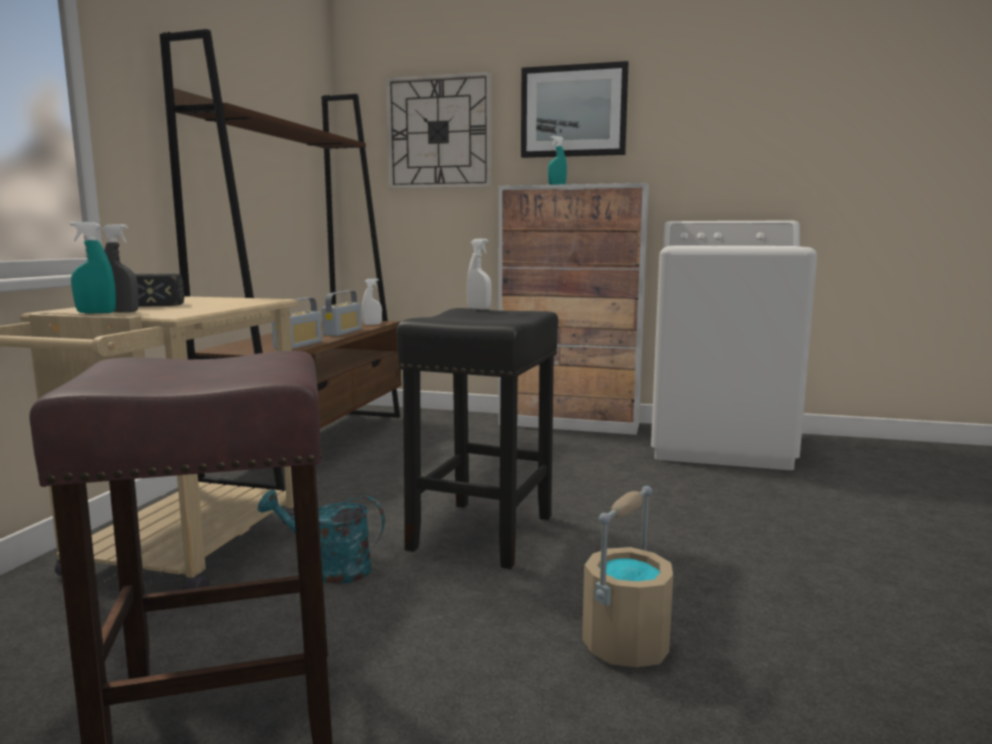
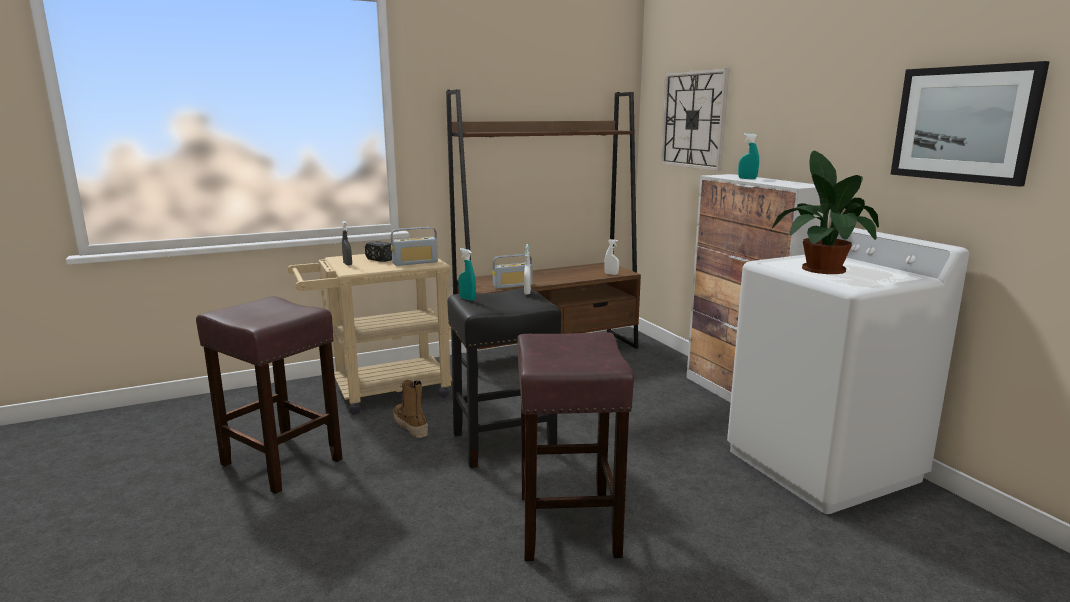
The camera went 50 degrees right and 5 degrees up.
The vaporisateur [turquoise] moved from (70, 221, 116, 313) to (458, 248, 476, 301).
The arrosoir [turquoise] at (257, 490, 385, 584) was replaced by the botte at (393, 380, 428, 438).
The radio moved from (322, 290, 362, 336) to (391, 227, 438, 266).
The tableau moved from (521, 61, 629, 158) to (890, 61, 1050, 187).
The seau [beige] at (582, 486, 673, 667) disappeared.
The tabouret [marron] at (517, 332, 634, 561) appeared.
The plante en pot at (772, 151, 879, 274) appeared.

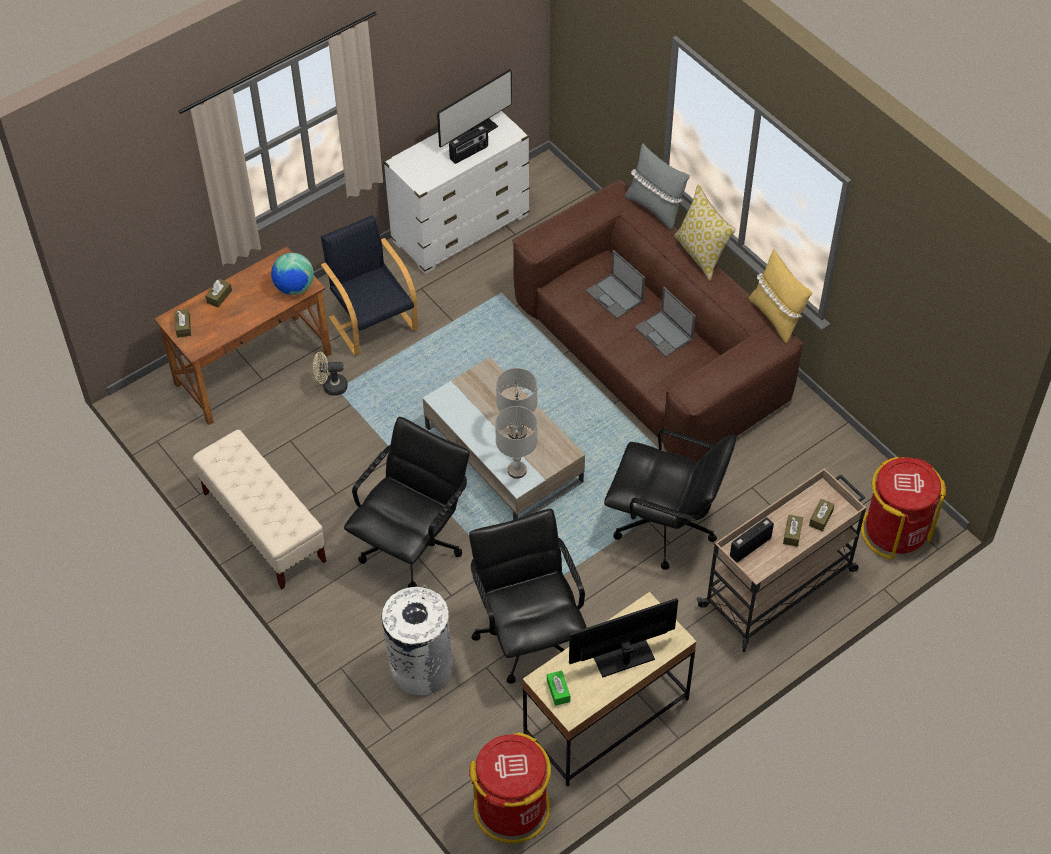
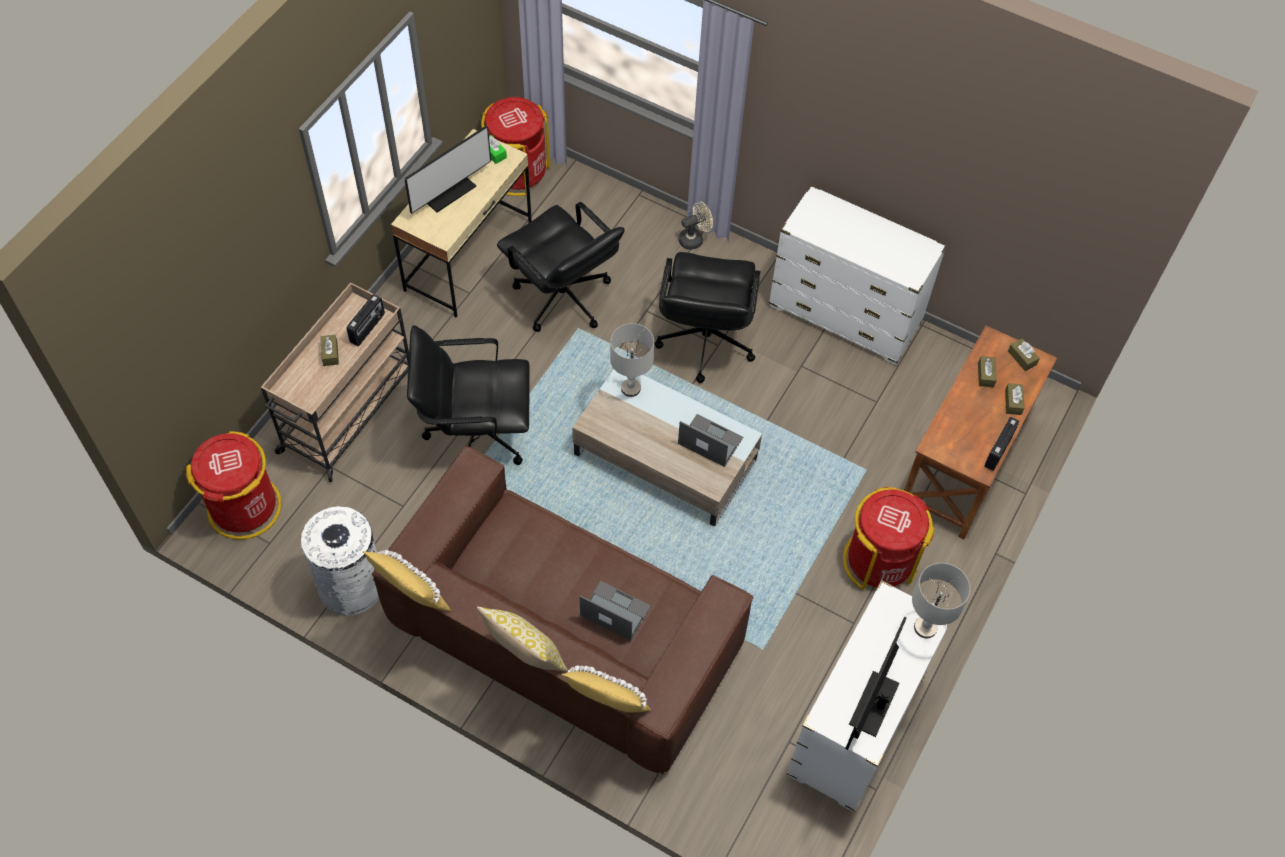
The camera went 155 degrees right and 5 degrees up.
The banc [beige] at (193, 430, 326, 589) was replaced by the commode [blanc] at (769, 185, 947, 365).
The globe at (271, 253, 314, 295) disappeared.
The ventilateur [beige] moved from (313, 352, 348, 396) to (678, 201, 713, 250).
The fauteuil [noir] at (321, 215, 418, 356) was replaced by the poubelle [rouge] at (843, 487, 935, 589).
The poubelle [blanc] moved from (382, 585, 454, 695) to (301, 506, 379, 616).
The radio moved from (449, 125, 488, 164) to (984, 417, 1020, 471).
The lampe de table [gris] moved from (496, 368, 537, 439) to (912, 563, 971, 638).
The coussin [gris] at (625, 143, 690, 230) became the coussin [jaune] at (561, 665, 651, 713).
The ordinateur portable moved from (635, 287, 696, 357) to (678, 414, 743, 467).
The boîte à mouchoirs [marron] moved from (809, 499, 835, 531) to (978, 356, 997, 387).

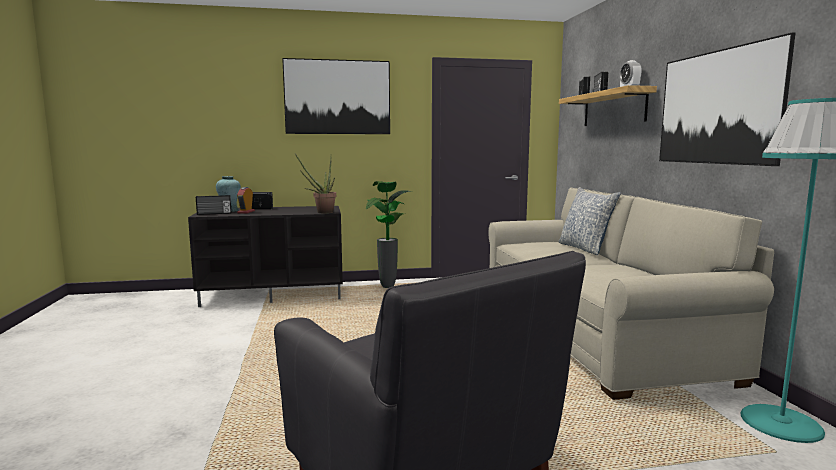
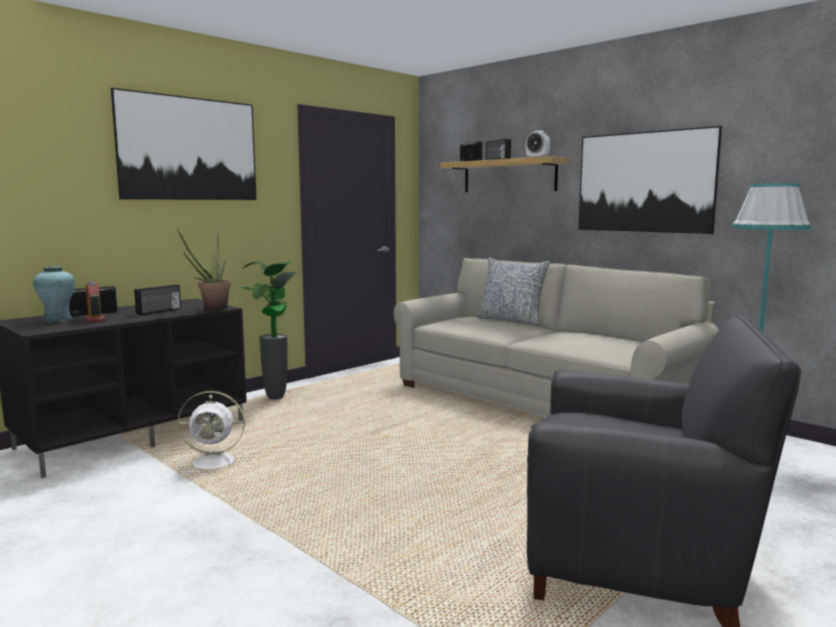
The camera went 35 degrees left and 0 degrees up.
The radio moved from (196, 195, 232, 215) to (134, 285, 181, 315).
The ventilateur [blanc] at (178, 391, 248, 474) appeared.

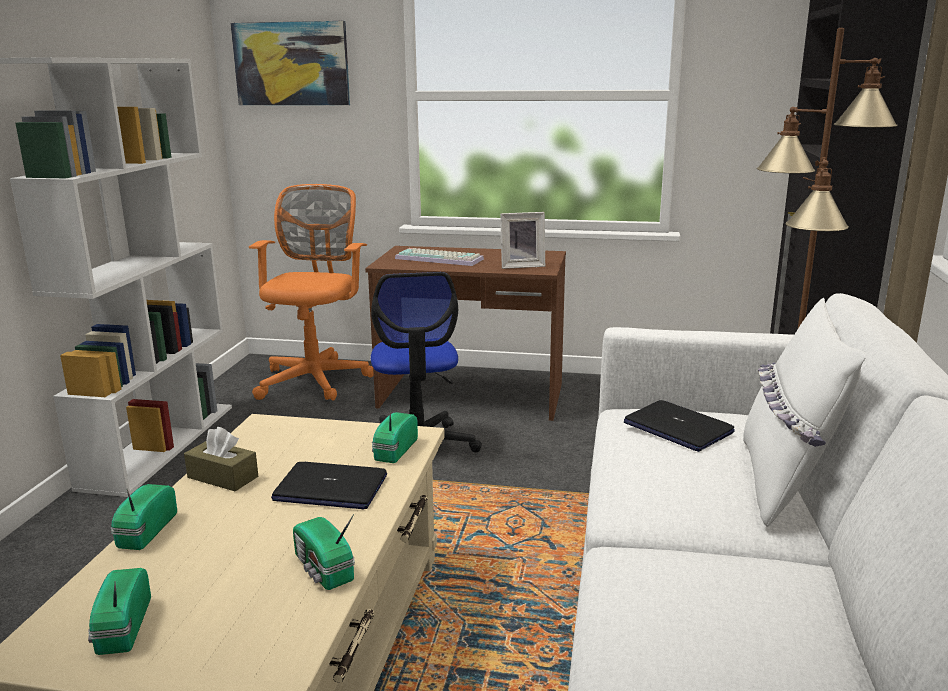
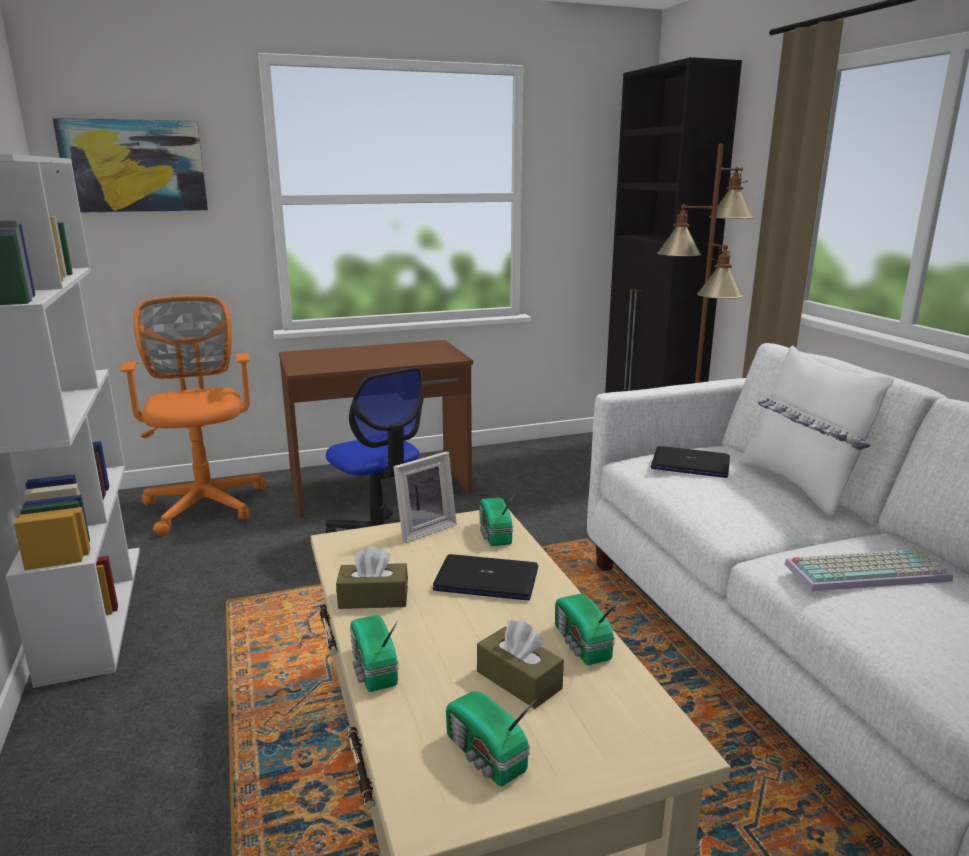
The camera went 30 degrees left and 0 degrees up.
The ordinateur portable at (271, 462, 387, 509) turned 150 degrees counterclockwise.
The radio at (293, 514, 355, 590) turned 45 degrees clockwise.
The clavier moved from (395, 248, 484, 266) to (785, 549, 953, 591).
The cadre photo moved from (500, 212, 545, 269) to (393, 451, 457, 543).
The boîte à mouchoirs [marron] at (477, 620, 564, 709) appeared.

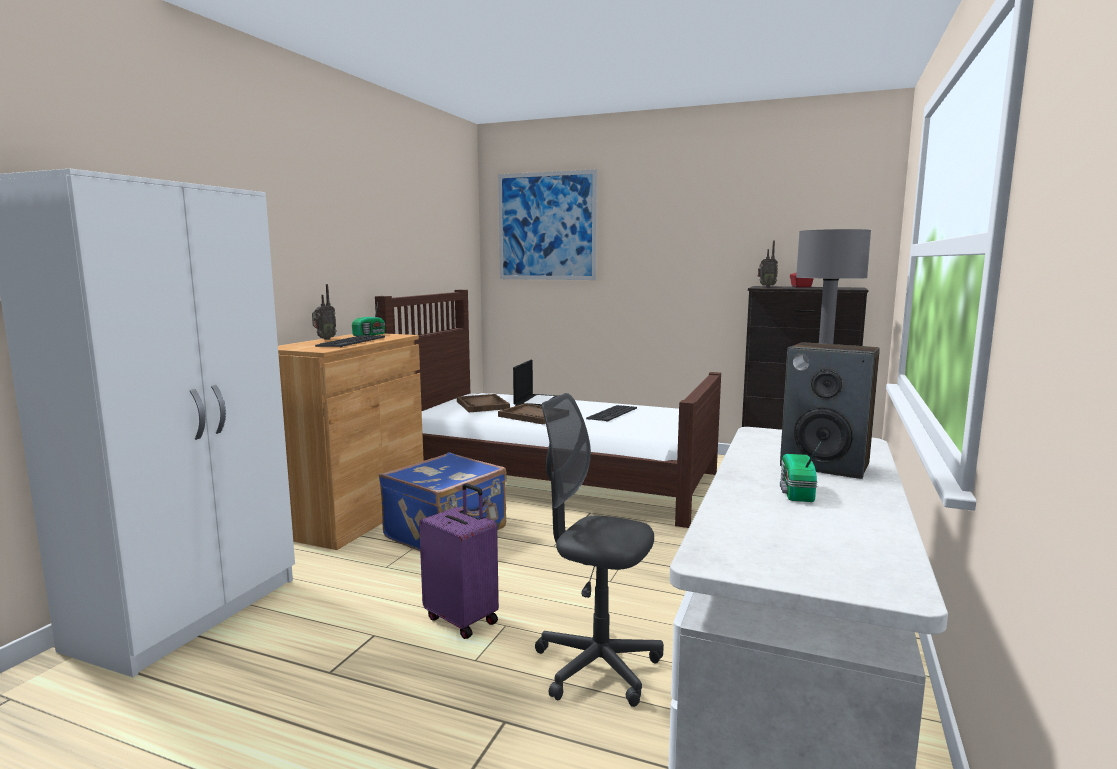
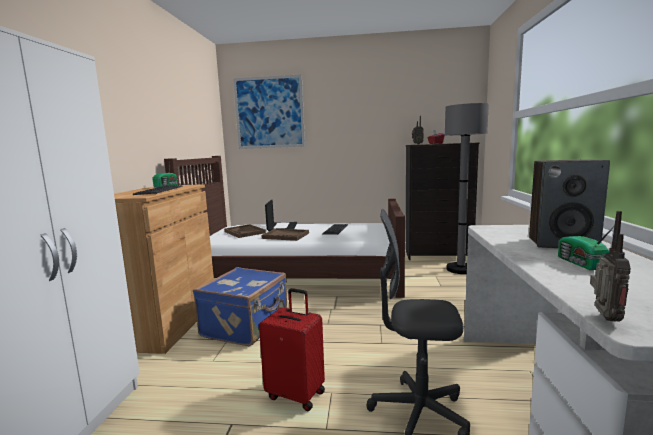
The camera went 15 degrees left and 0 degrees up.
The radio moved from (312, 284, 337, 340) to (590, 211, 631, 322).
The valise [violet] at (419, 483, 499, 639) became the valise [rouge] at (259, 288, 325, 411).

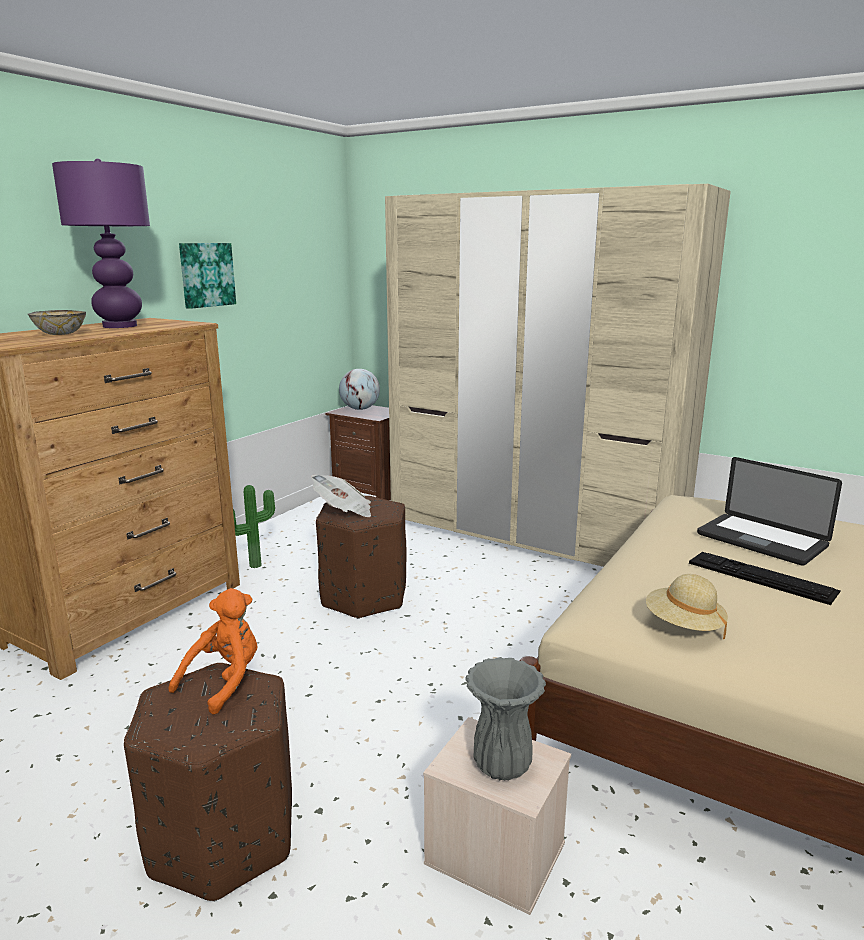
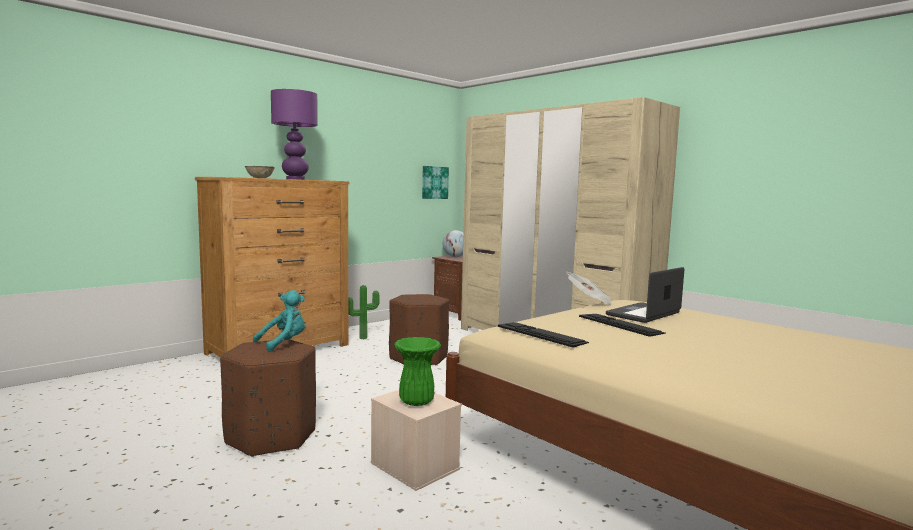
The camera went 15 degrees right and 10 degrees down.
The peluche [orange] at (168, 588, 257, 714) became the peluche [turquoise] at (253, 290, 305, 352).
The tableau moved from (179, 243, 236, 309) to (422, 166, 449, 199).
The journal moved from (311, 475, 371, 517) to (566, 272, 612, 305).
The vase [gris] at (465, 657, 546, 781) became the vase [vert] at (394, 337, 441, 406).
The chapeau [beige] at (646, 574, 728, 639) was replaced by the clavier at (498, 322, 589, 348).
The ordinateur portable at (697, 457, 842, 566) turned 75 degrees clockwise.

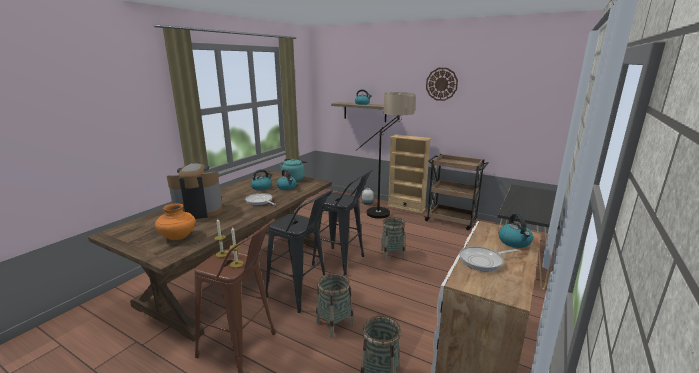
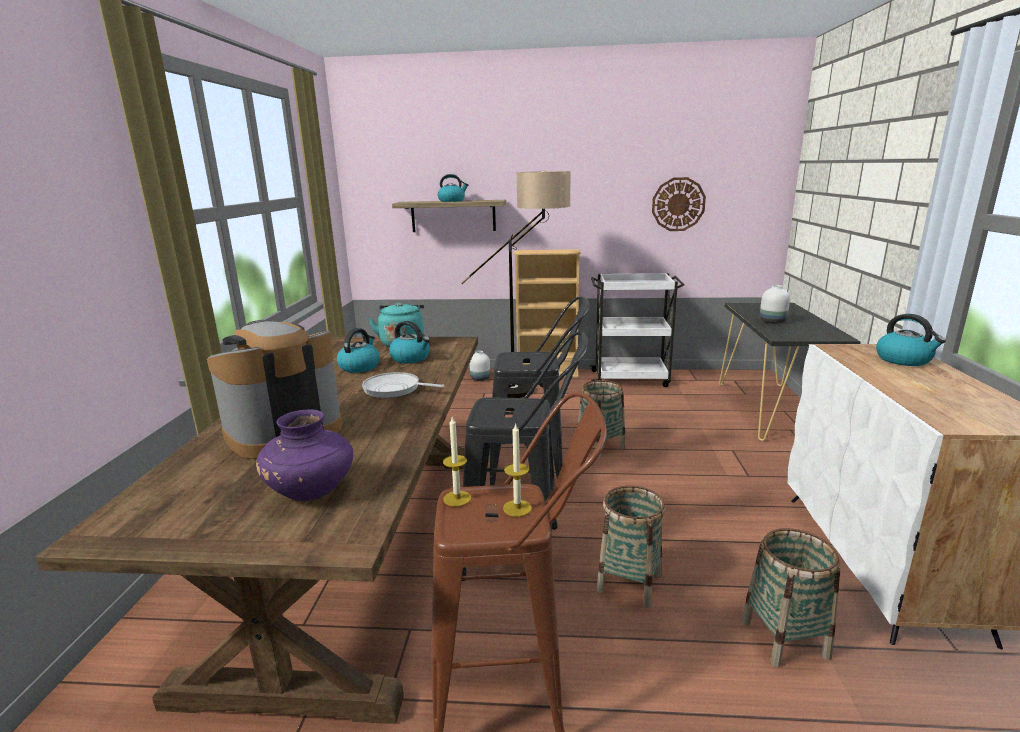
The camera went 25 degrees left and 0 degrees up.
The vase [orange] at (155, 204, 196, 240) became the vase [violet] at (256, 410, 353, 501).
The chariot [marron] at (424, 154, 489, 230) became the chariot [blanc] at (589, 273, 684, 387).
The horloge murale moved from (426, 68, 458, 101) to (652, 177, 706, 231).
The poêle at (459, 246, 519, 271) disappeared.
The vase [blanc] at (760, 285, 790, 324) appeared.

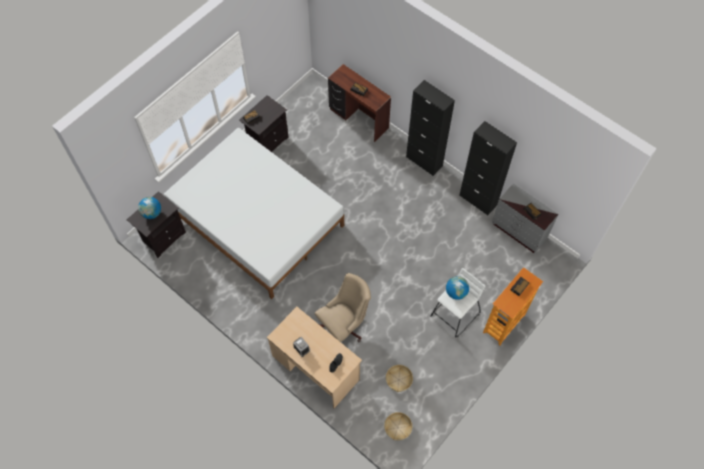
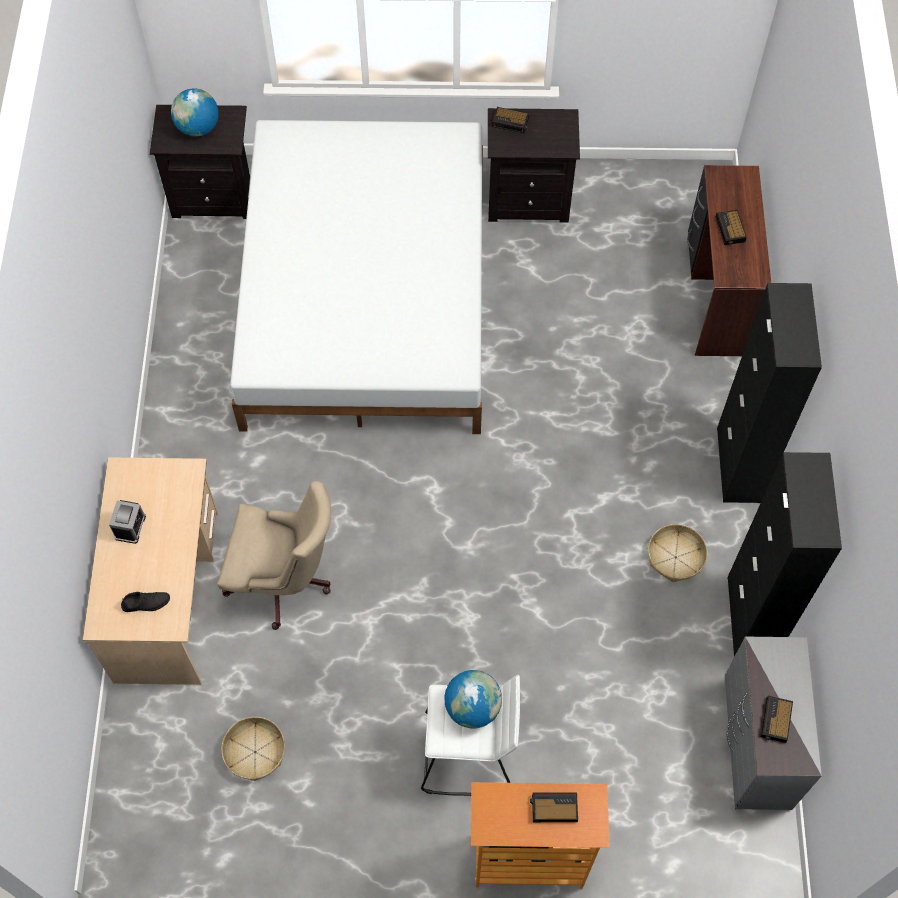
The camera went 50 degrees right and 0 degrees up.
The panier moved from (384, 412, 412, 440) to (648, 524, 708, 582).

